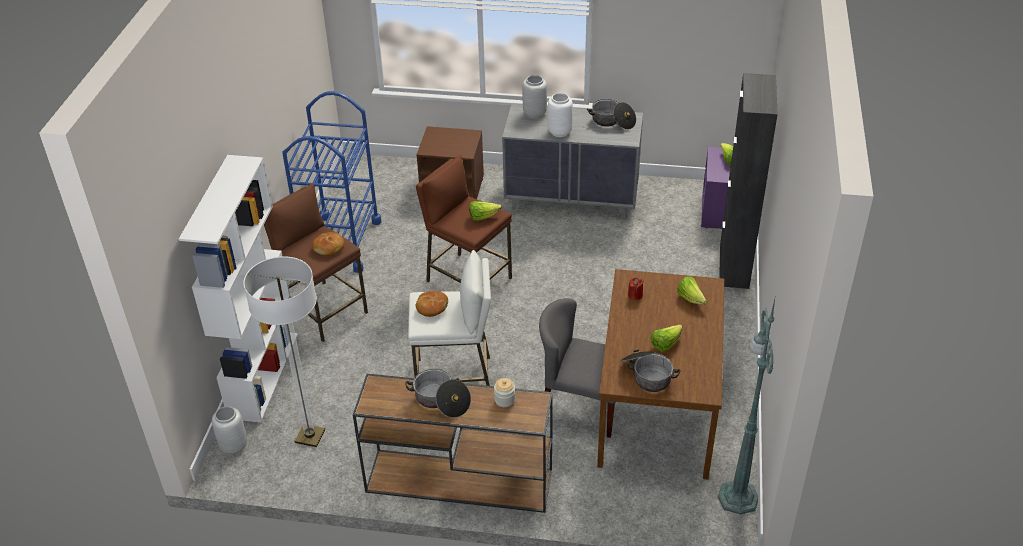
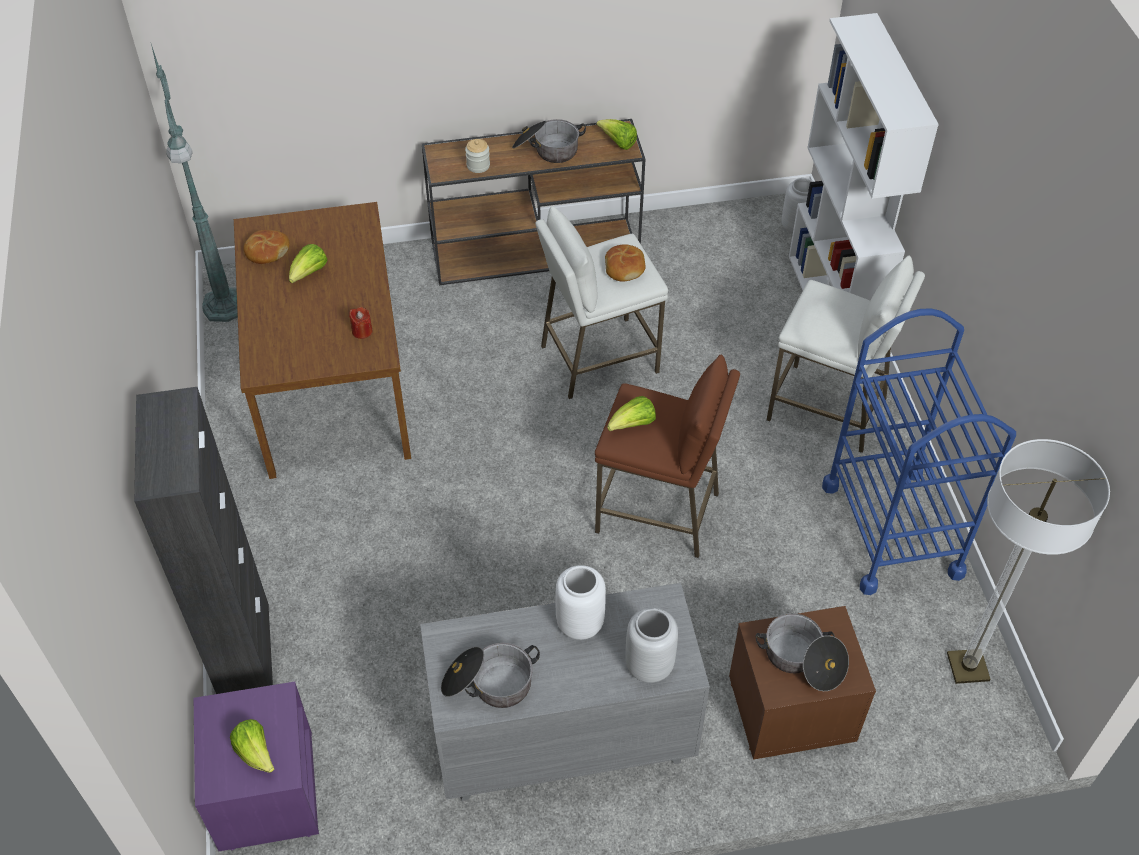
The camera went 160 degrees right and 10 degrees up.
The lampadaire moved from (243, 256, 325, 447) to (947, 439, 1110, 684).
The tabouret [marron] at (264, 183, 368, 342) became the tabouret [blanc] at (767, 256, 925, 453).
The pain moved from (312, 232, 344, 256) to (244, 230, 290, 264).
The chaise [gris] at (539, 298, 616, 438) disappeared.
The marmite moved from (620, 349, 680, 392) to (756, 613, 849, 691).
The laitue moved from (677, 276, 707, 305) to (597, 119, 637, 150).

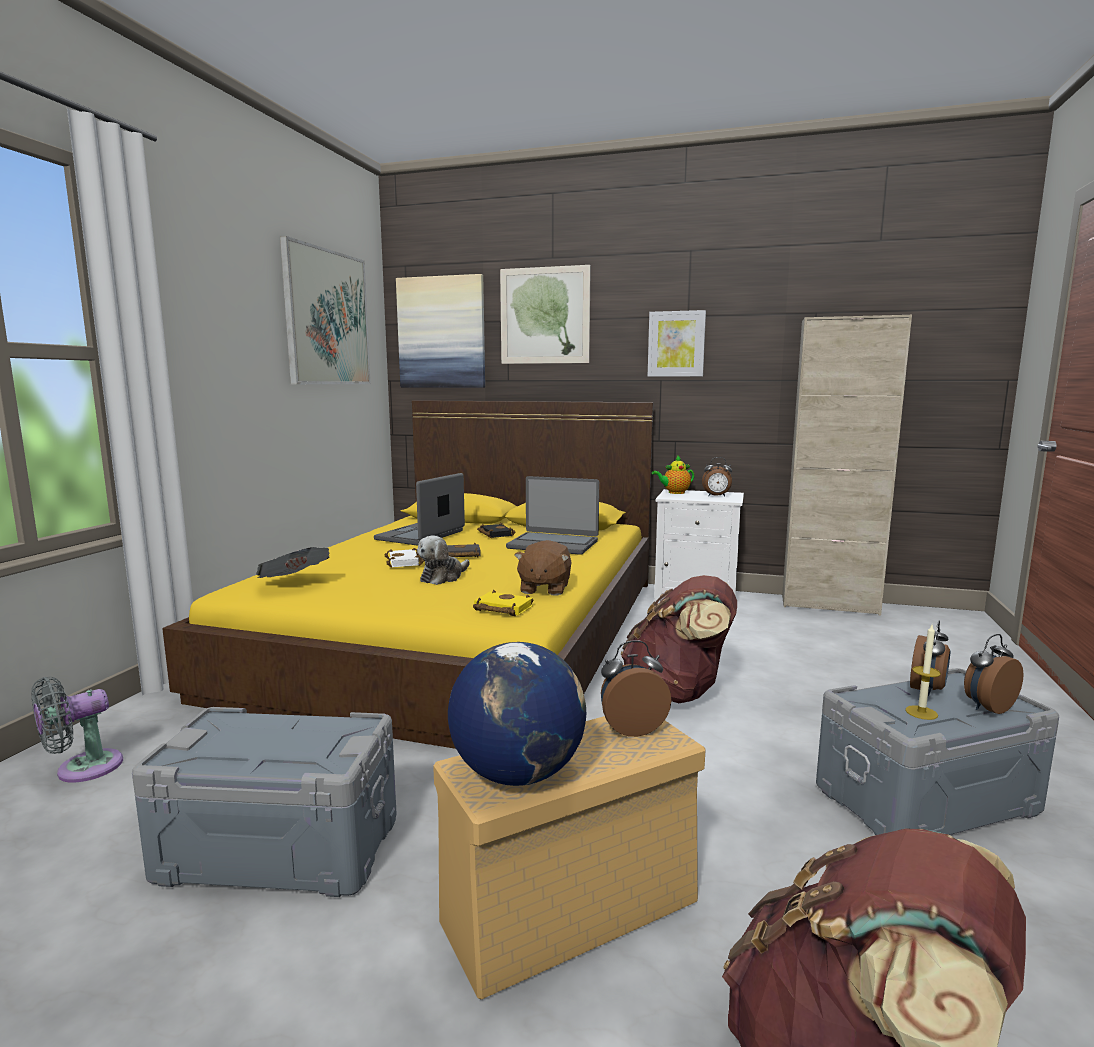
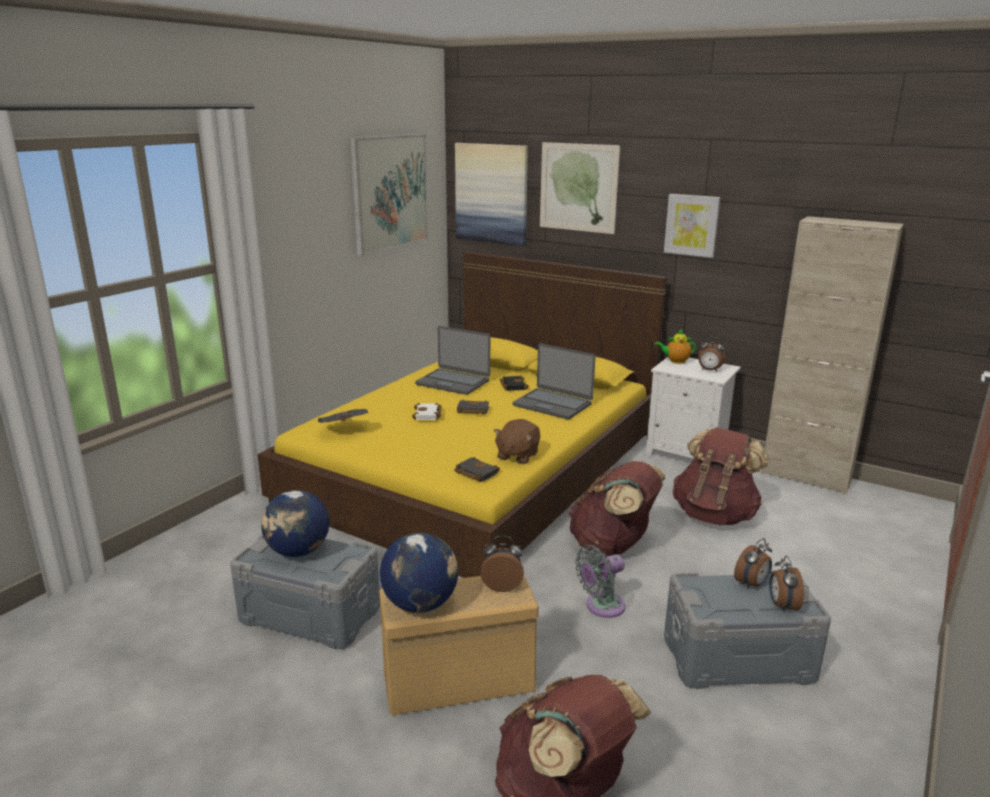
The camera went 15 degrees right and 10 degrees up.
The ventilateur [gris] moved from (31, 677, 123, 783) to (575, 545, 626, 618).
The ordinateur portable at (374, 473, 465, 545) turned 105 degrees counterclockwise.
The peluche at (417, 536, 470, 585) disappeared.
The livre [jaune] at (473, 590, 533, 616) became the livre [noir] at (454, 457, 500, 482).
The bougie at (905, 625, 941, 720) disappeared.
The réveil at (964, 634, 1024, 714) turned 75 degrees counterclockwise.
The globe at (261, 490, 329, 557) appeared.
The sac à dos [marron] at (673, 427, 769, 525) appeared.

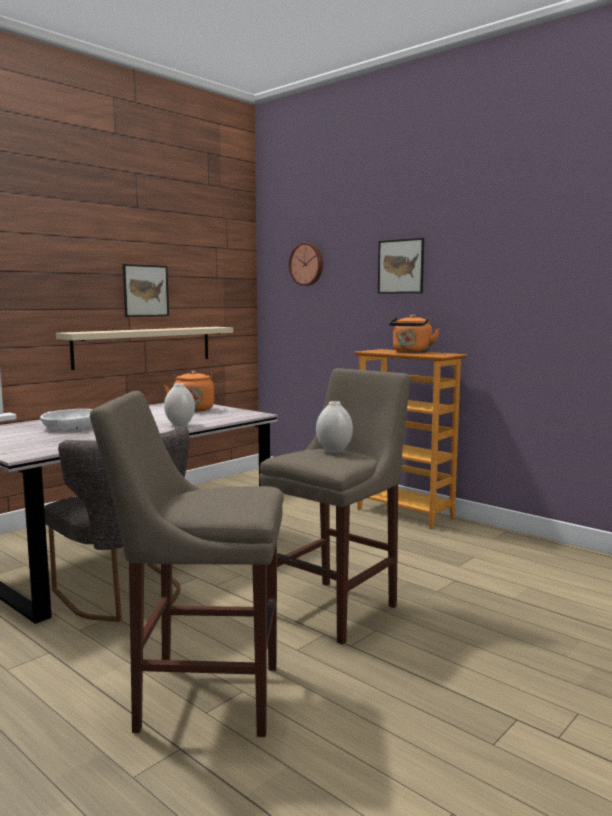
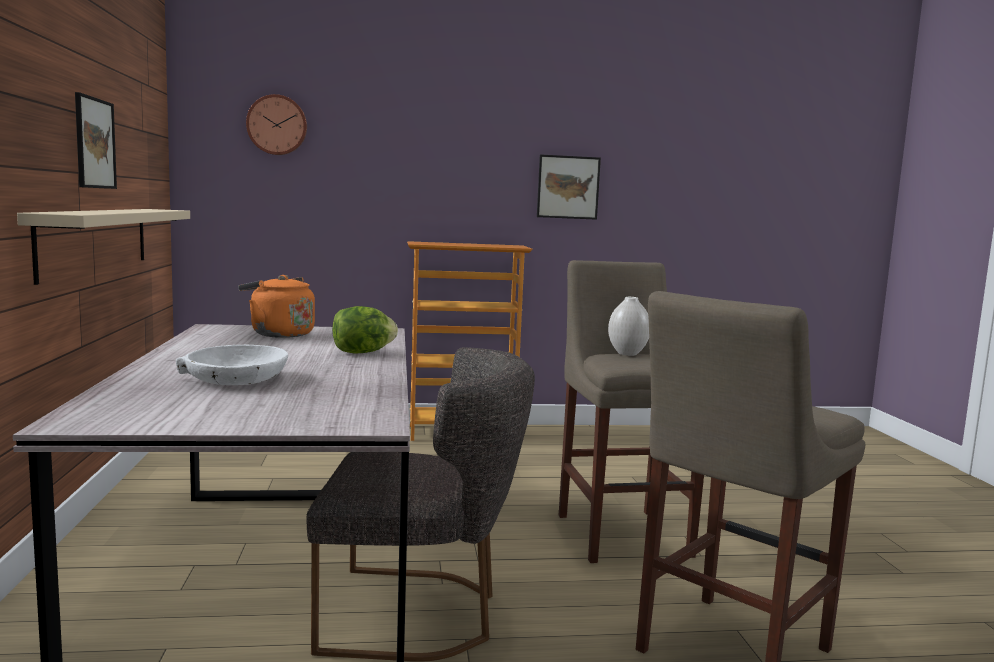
The camera went 50 degrees left and 0 degrees up.
The vase [blanc] at (164, 383, 195, 426) was replaced by the laitue at (332, 306, 398, 353).
The tableau moved from (378, 238, 424, 294) to (537, 154, 601, 220).
The bouilloire [orange] at (389, 315, 440, 353) disappeared.

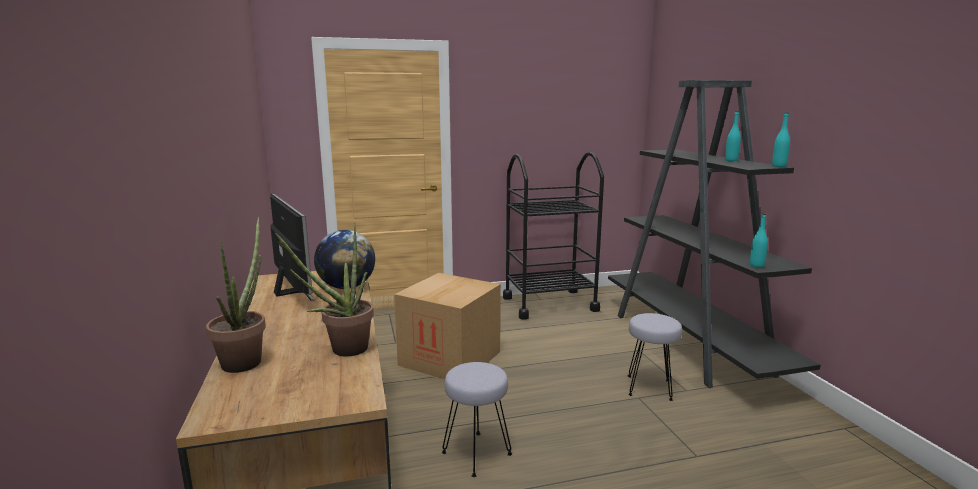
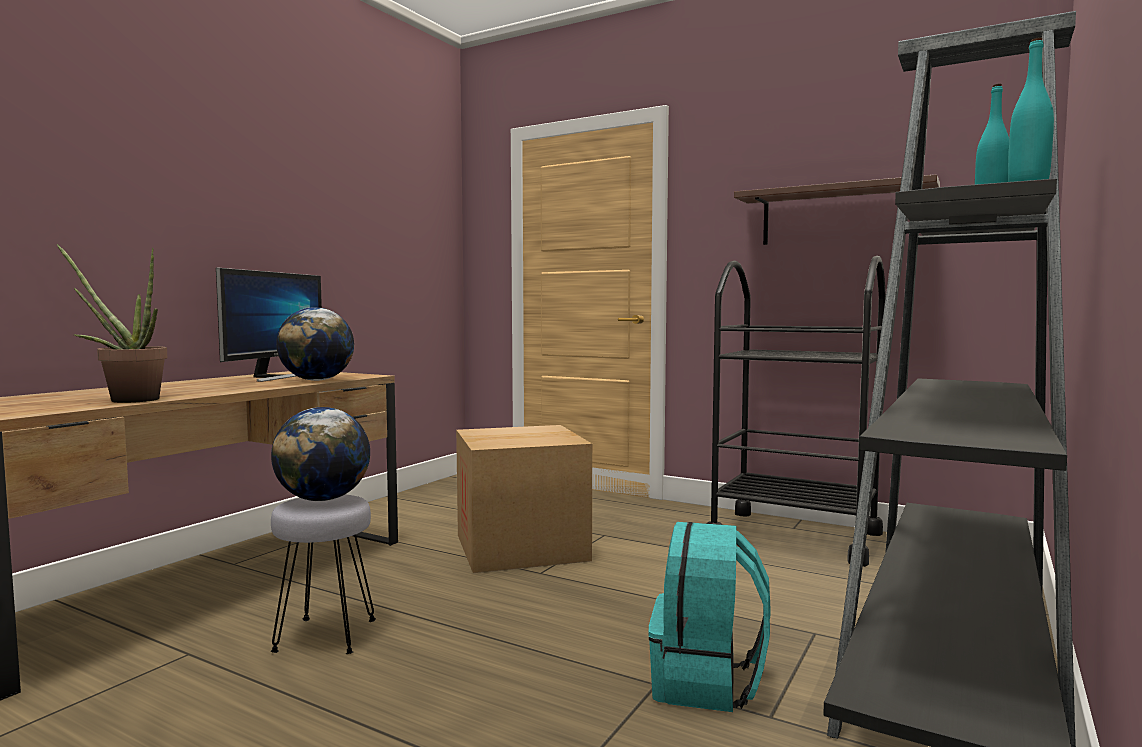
The camera went 45 degrees right and 10 degrees down.
The plante en pot at (206, 217, 266, 373) disappeared.
The tabouret [gris] at (628, 313, 682, 401) was replaced by the sac à dos [turquoise] at (648, 522, 771, 712).
The bouteille [turquoise] at (750, 213, 768, 268) disappeared.
The globe at (271, 407, 370, 501) appeared.
The étagère at (734, 174, 940, 245) appeared.

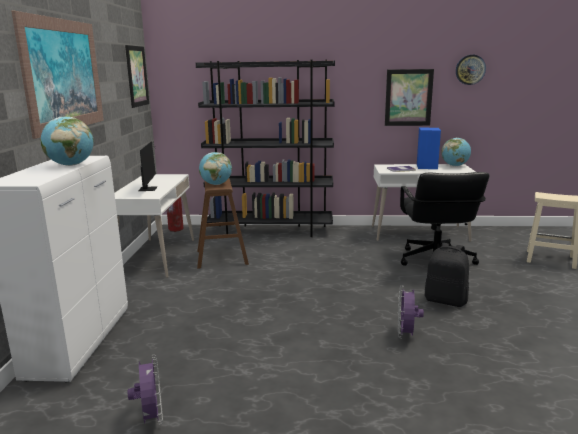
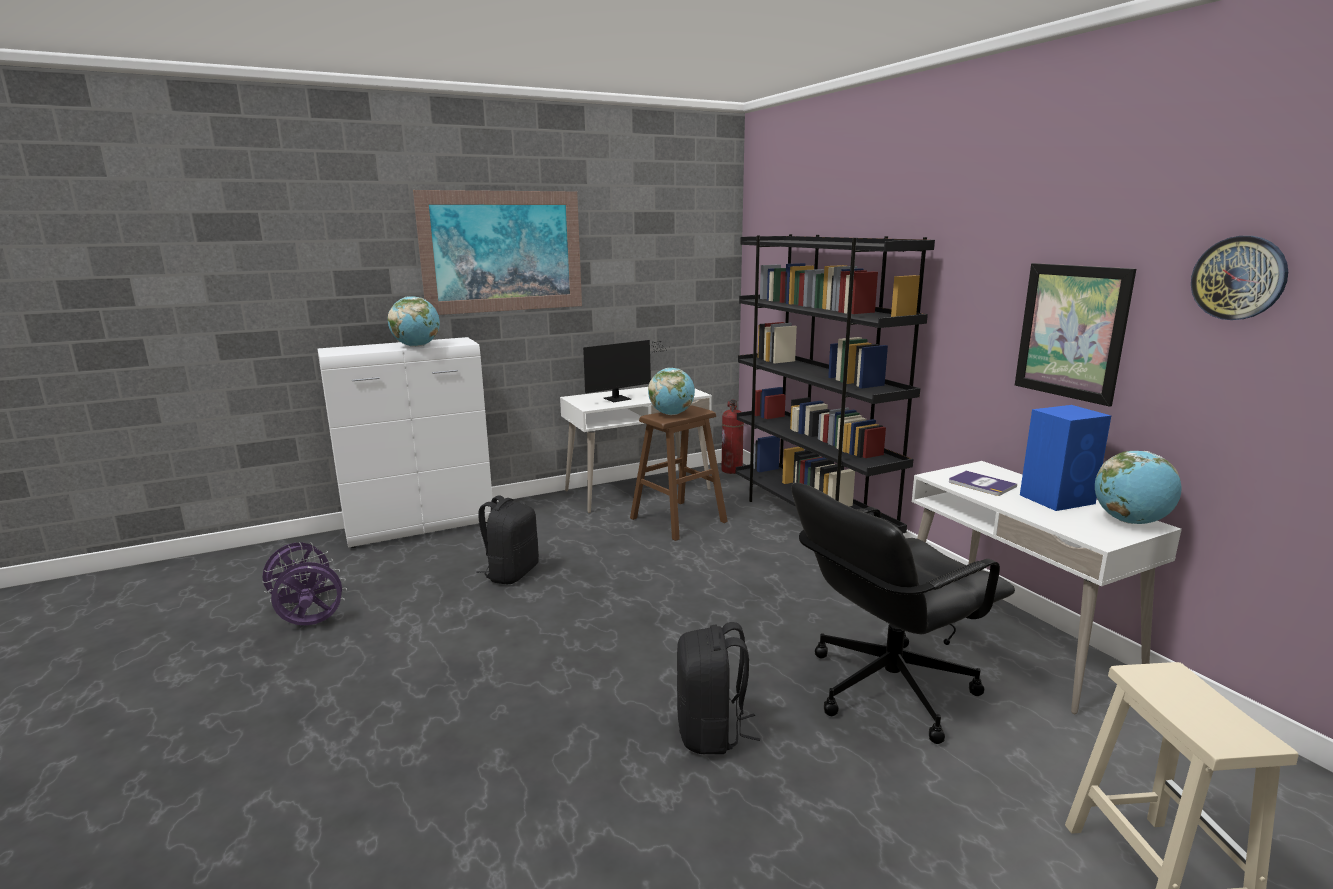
The camera went 60 degrees right and 0 degrees up.
The tableau at (125, 45, 149, 108) disappeared.
The ventilateur [violet] moved from (398, 286, 424, 339) to (268, 557, 347, 625).
The sac à dos [noir] at (476, 495, 539, 584) appeared.

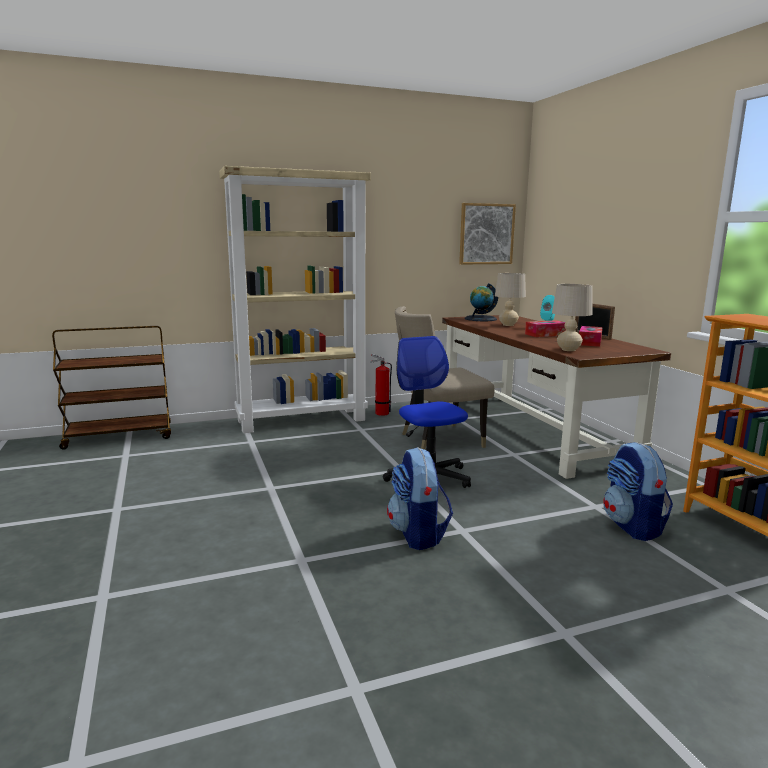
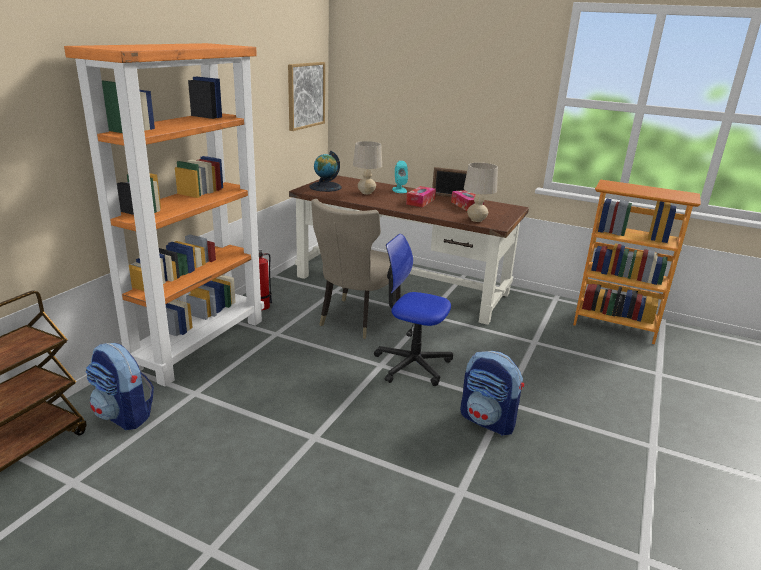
The camera went 45 degrees left and 10 degrees up.
The bibliothèque [beige] at (219, 166, 371, 433) became the bibliothèque [orange] at (64, 43, 264, 386).
The sac à dos moved from (603, 442, 673, 541) to (85, 343, 154, 430).

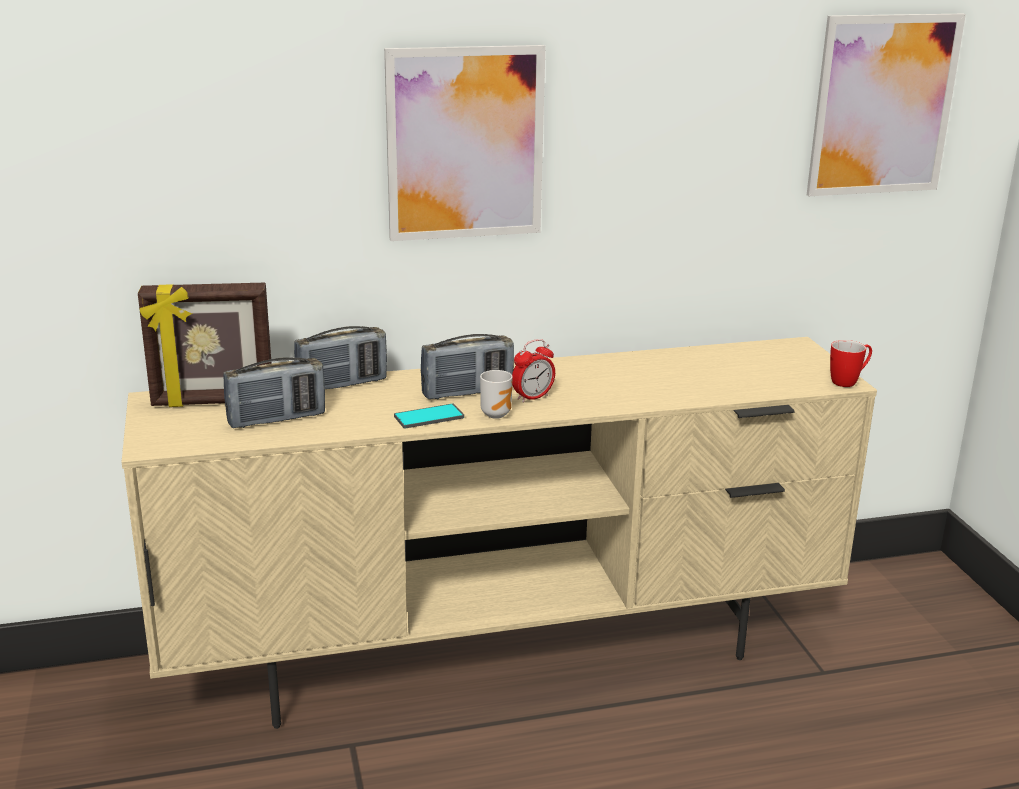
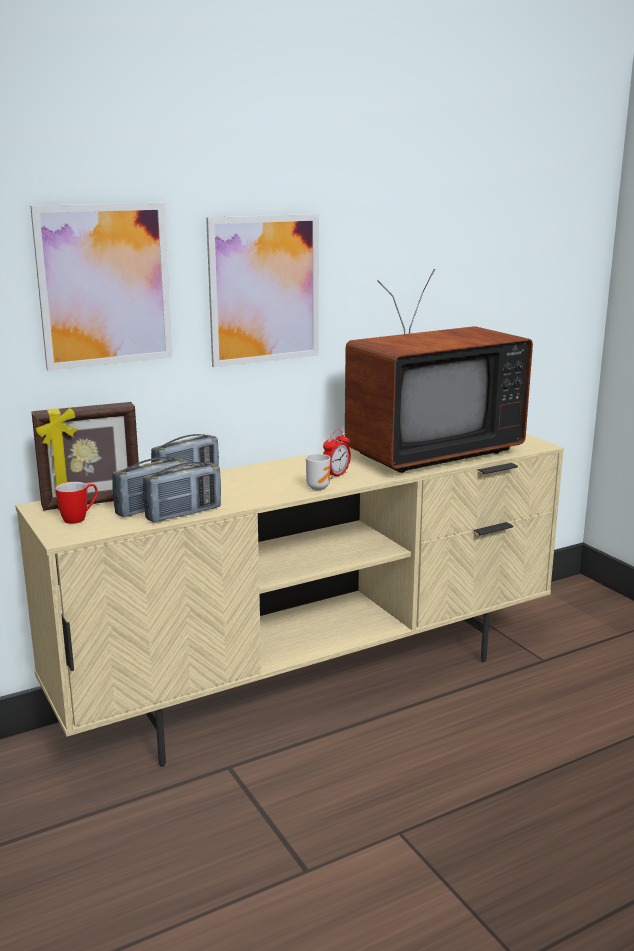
The camera went 15 degrees left and 5 degrees down.
The téléphone at (394, 403, 464, 429) disappeared.
The radio moved from (421, 334, 514, 399) to (143, 462, 221, 522).
The tableau moved from (807, 14, 966, 196) to (30, 202, 172, 371).
The mug moved from (830, 340, 872, 387) to (55, 482, 98, 524).
The téléviseur at (345, 269, 533, 473) appeared.

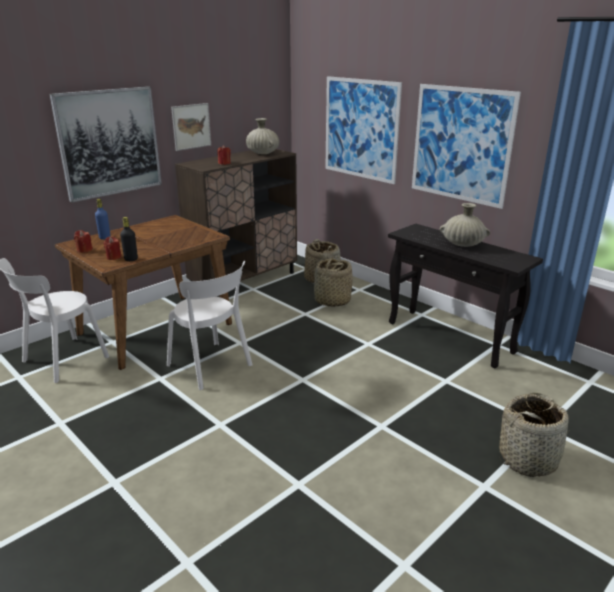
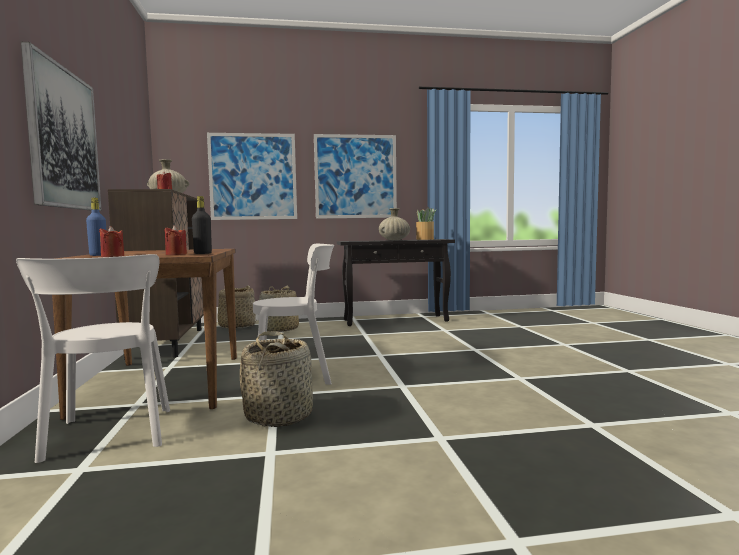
The camera went 55 degrees left and 20 degrees down.
The tableau at (171, 103, 211, 151) disappeared.
The panier moved from (499, 392, 570, 477) to (240, 331, 313, 427).
The plante en pot at (416, 208, 436, 240) appeared.

